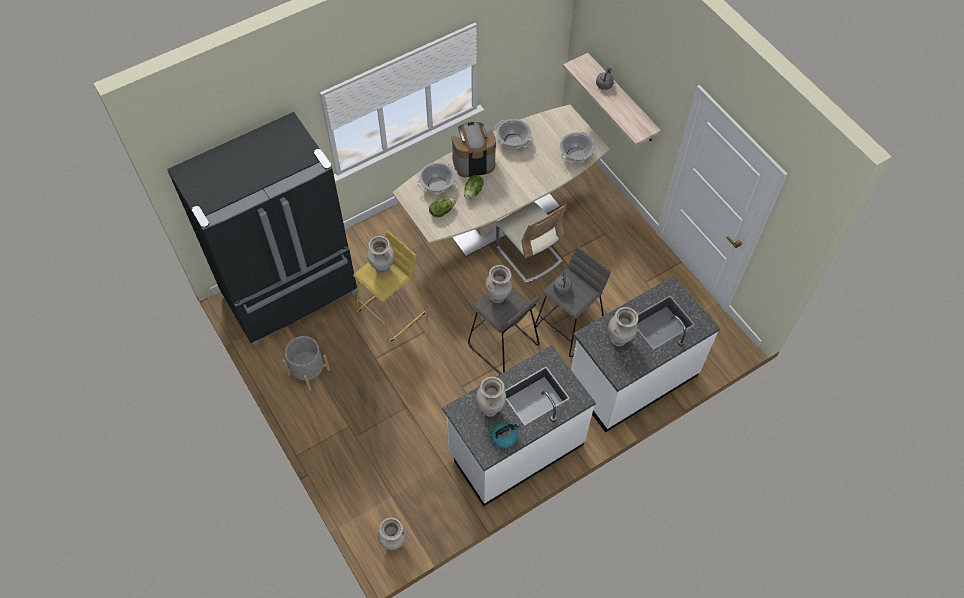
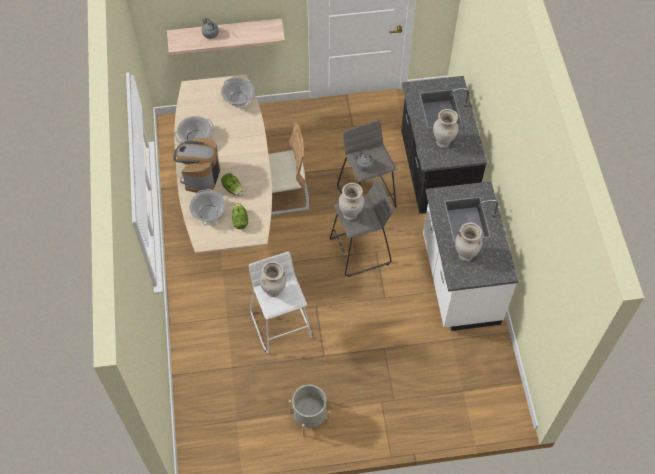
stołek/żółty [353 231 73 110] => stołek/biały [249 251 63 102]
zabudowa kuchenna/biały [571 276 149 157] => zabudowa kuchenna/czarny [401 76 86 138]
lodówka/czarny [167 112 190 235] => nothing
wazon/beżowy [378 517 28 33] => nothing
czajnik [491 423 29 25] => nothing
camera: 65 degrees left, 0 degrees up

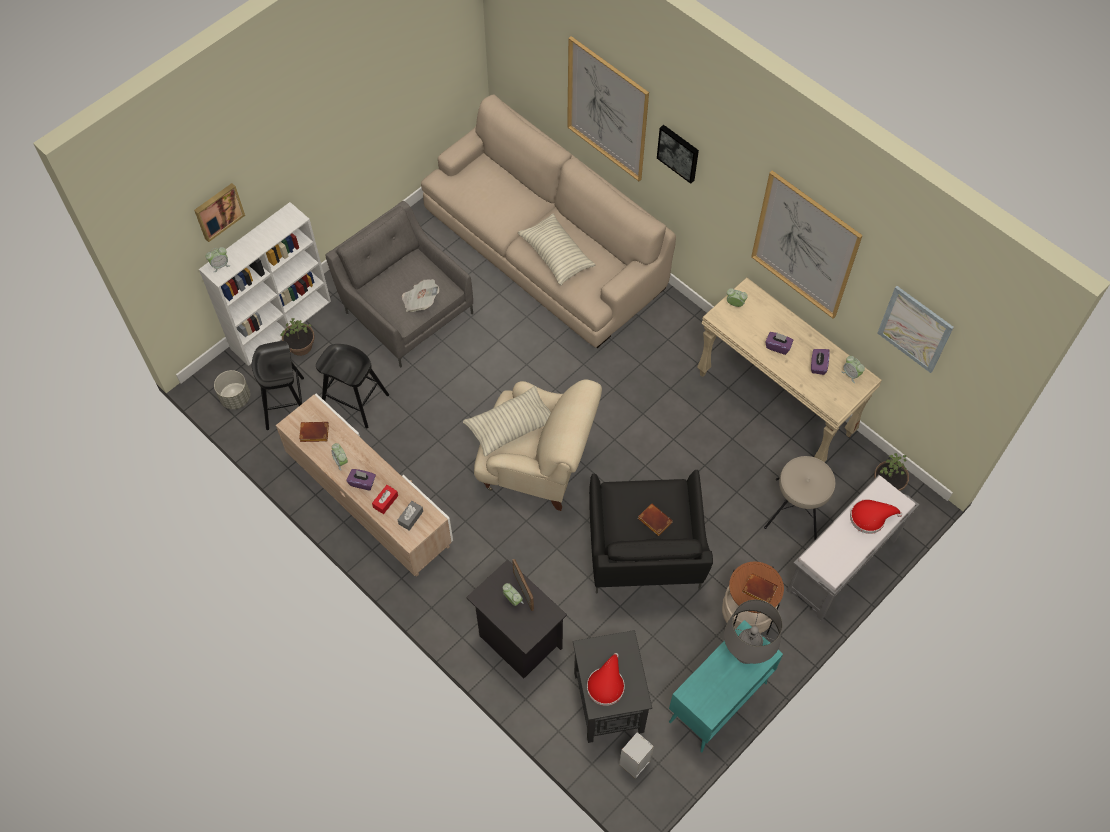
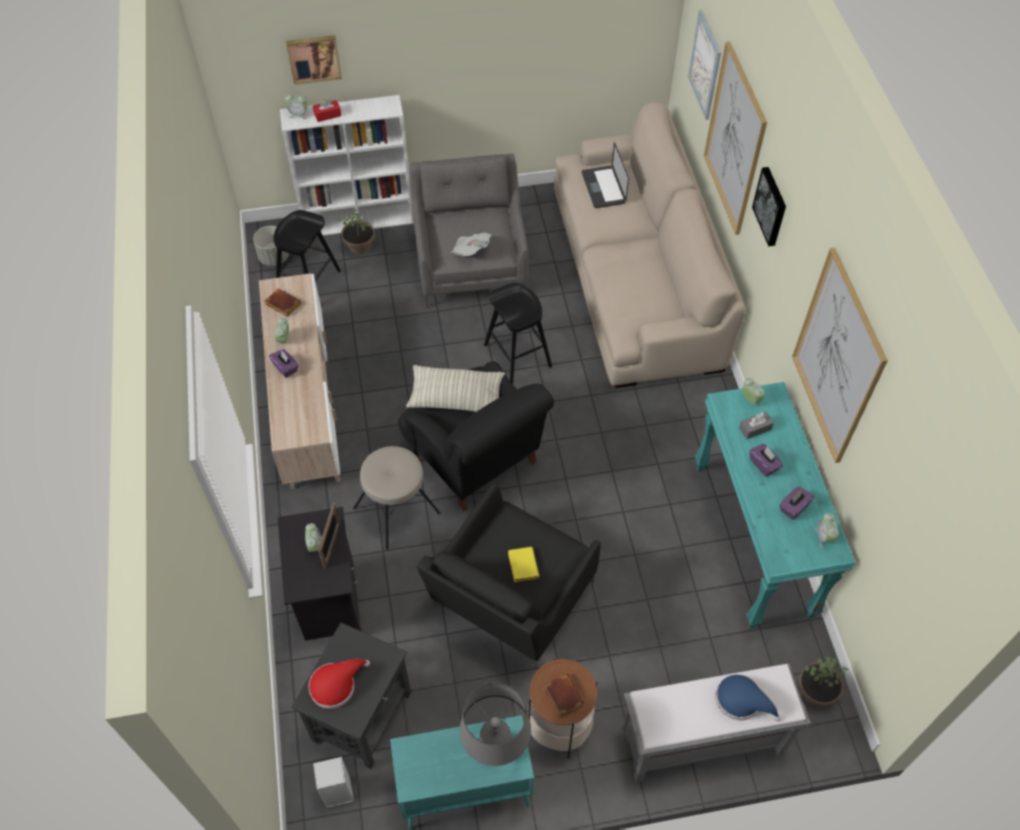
pudełko chusteczek/czerwony [372 485 26 29] => pudełko chusteczek/czerwony [313 99 28 23], moved
stołek/beżowy [764 456 71 85] => stołek/beżowy [353 446 88 104], moved
fotel/beżowy [474 379 128 132] => fotel/czarny [398 361 156 151]
stołek/czarny [316 344 73 84] => stołek/czarny [484 283 68 101], moved
książka/brązowy [638 504 35 32] => książka/żółty [508 547 31 35]
nothing => laptop [582 142 47 66]
obraz [877 286 77 87] => obraz [688 10 33 110], moved
stolik konsolowy/beżowy [697 277 185 185] => stolik konsolowy/turkusowy [695 382 161 247]
kapelusz/czerwony [850 499 52 35] => kapelusz/niebieski [715 674 66 47]
pudełko chusteczek/szary [398 501 25 30] => pudełko chusteczek/szary [739 412 35 27], moved
poduszka [518 213 78 73] => nothing
camera: 35 degrees right, 5 degrees down

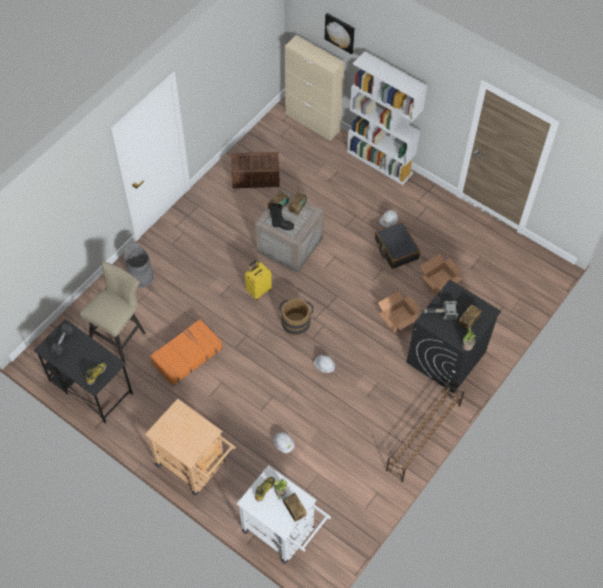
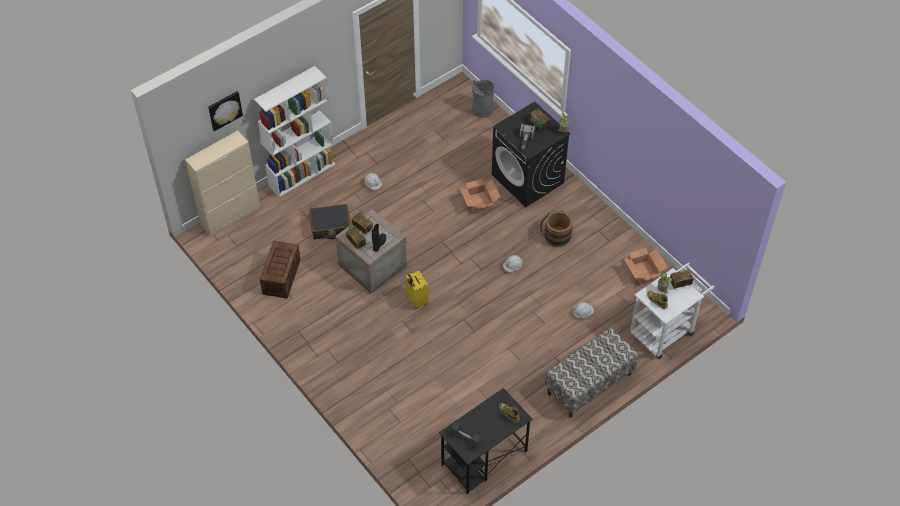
walizka/czarny [375 222 45 47] => walizka/czarny [309 204 42 35], moved
kosz na śmieci/szary [124 243 29 45] => kosz na śmieci/szary [472 79 22 39], moved
wiadro/brązowy [279 299 34 37] => wiadro/brązowy [540 211 33 36], moved
wózek/beżowy [145 398 91 97] => ławka [545 328 93 90]
karton [420 254 43 41] => karton [624 248 43 37], moved
stołek/beżowy [80 261 65 101] => nothing
walizka/pomarańczowy [150 319 73 67] => nothing
regał na buty/brązowy [386 381 79 101] => nothing
camera: 75 degrees left, 5 degrees down

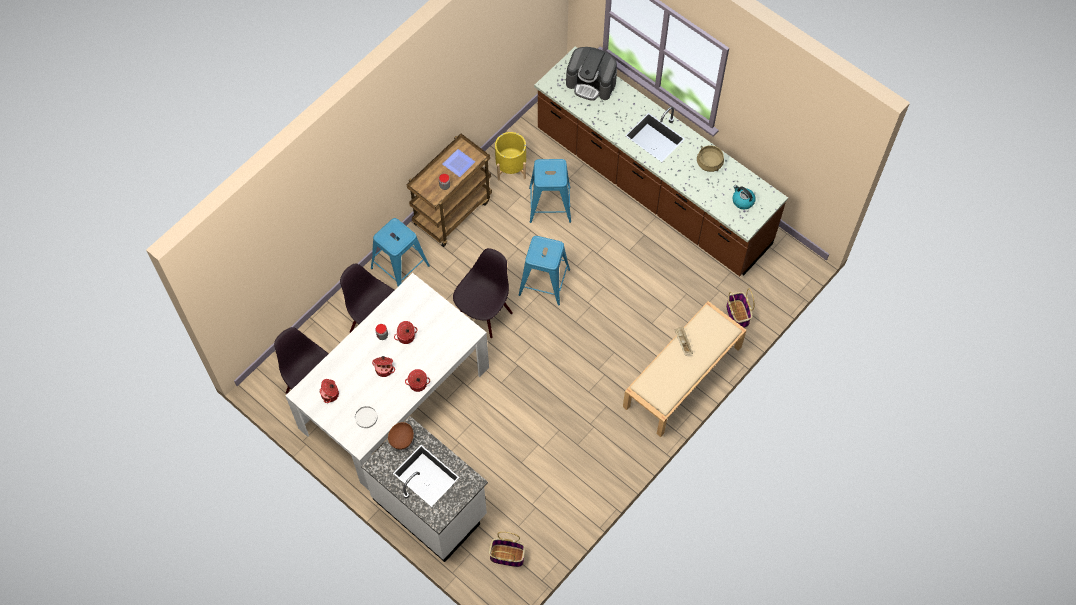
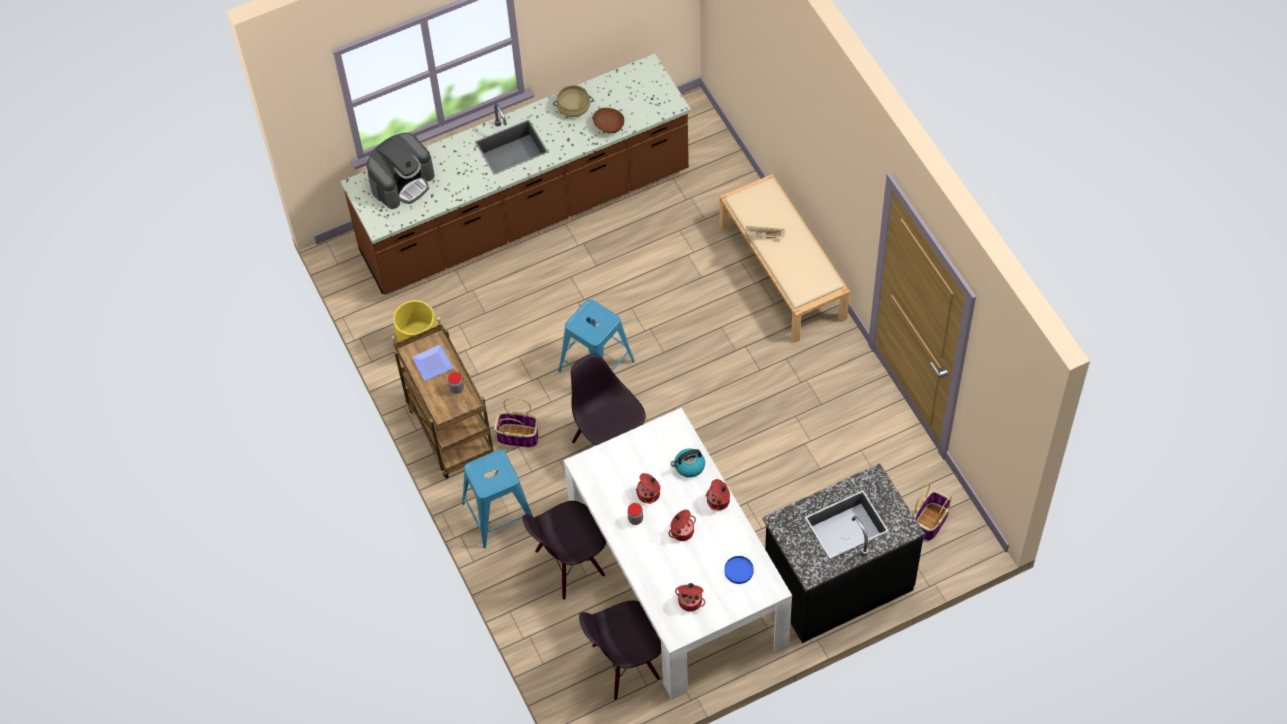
koszyk [726 288 28 40] => koszyk [494 397 45 50], moved
miska/brązowy [388 422 26 28] => miska/brązowy [593 108 31 25], moved
czajnik [732 185 24 24] => czajnik [671 449 34 29], moved
talerz/biały [355 406 22 22] => talerz/niebieski [725 556 29 28]
zabudowa kuchenna/biały [361 416 127 146] => zabudowa kuchenna/czarny [762 463 163 180]
stołek/niebieski [529 159 42 64] => nothing
camera: 65 degrees left, 5 degrees down

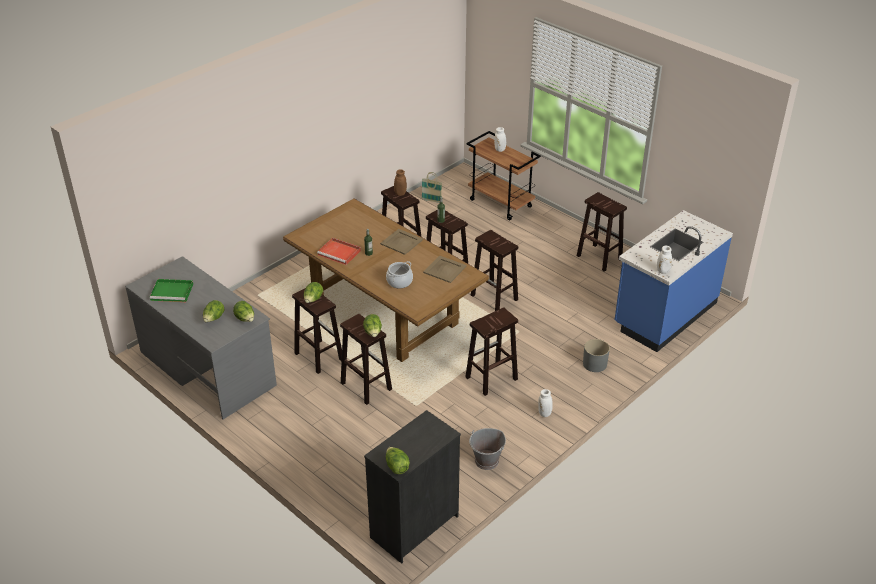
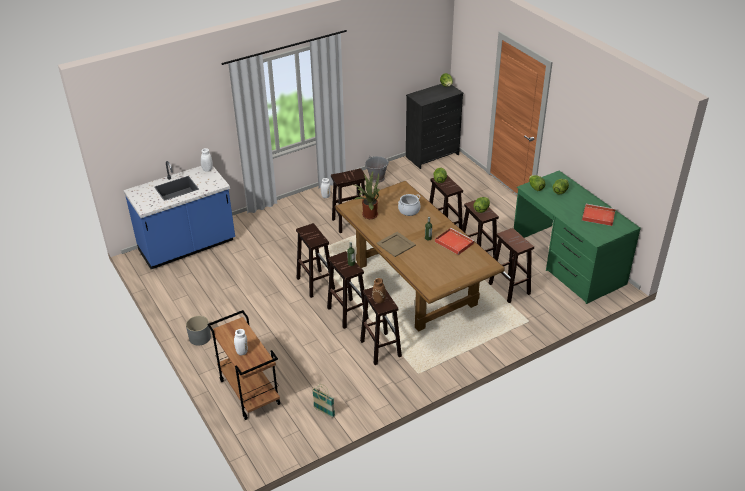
donica/szary [583 339 27 33] => donica/szary [186 316 25 29], moved
taca/beżowy [423 256 44 27] => roślina doniczkowa [354 171 25 48]
stołek/brązowy [577 192 50 80] => stołek/brązowy [488 228 46 75], moved
biurko/szary [125 256 152 163] => biurko/zielony [514 171 127 133]
taca/zielony [150 279 43 23] => taca/czerwony [582 204 34 22]
camera: 165 degrees left, 0 degrees up

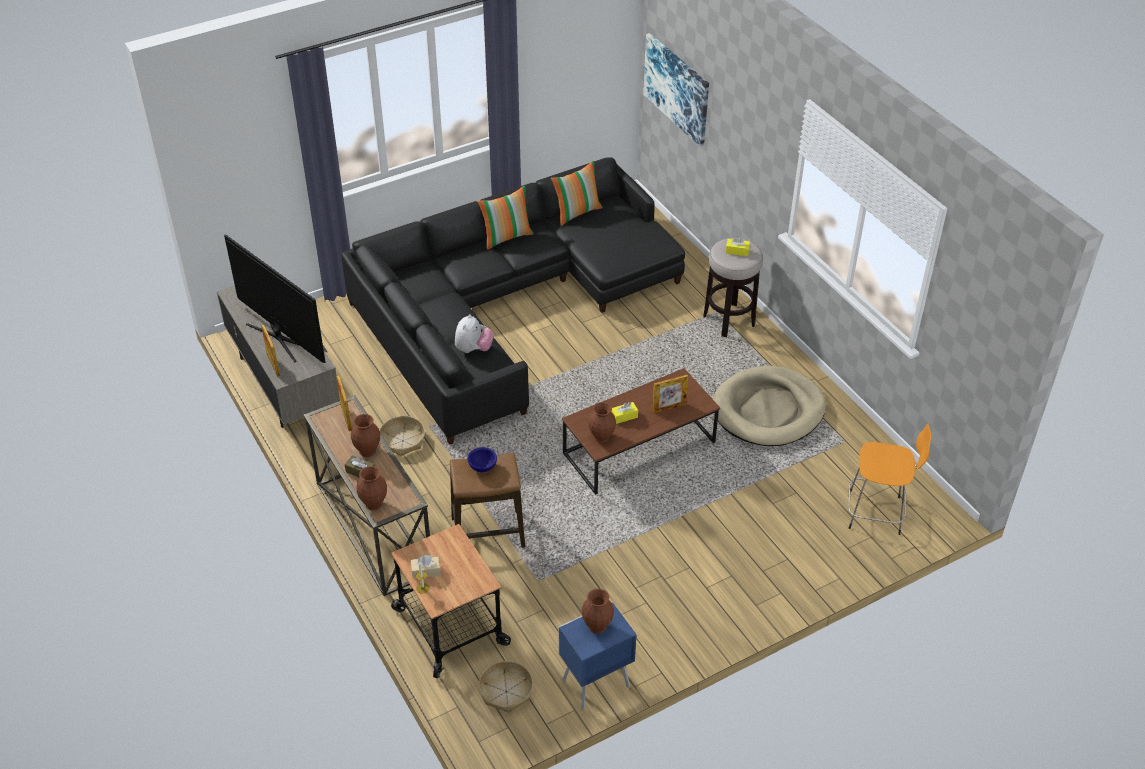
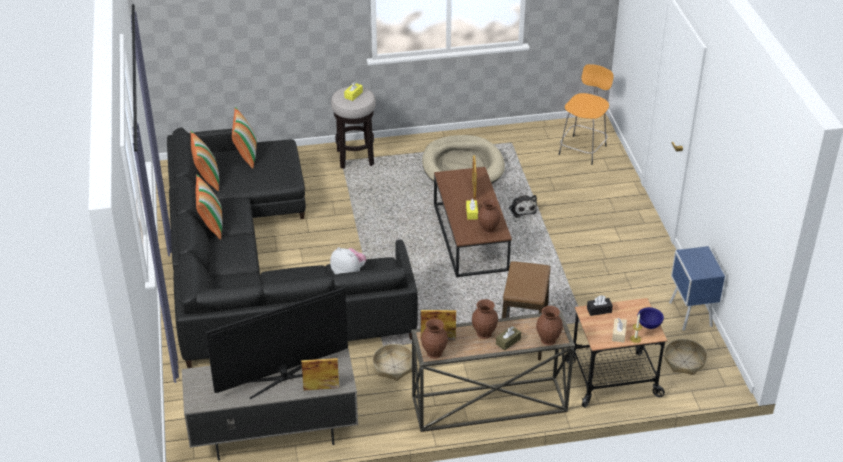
nothing => poduszka [232 107 25 62]
wazon/brązowy [582 588 32 46] => wazon/brązowy [421 319 27 40], moved
nothing => pluszak [509 195 28 23]
nothing => pudełko chusteczek/czarny [587 295 26 21]
miska/niebieski [467 447 30 25] => miska/niebieski [638 307 26 22], moved
obraz [643 33 66 114] => nothing
camera: 70 degrees left, 5 degrees down

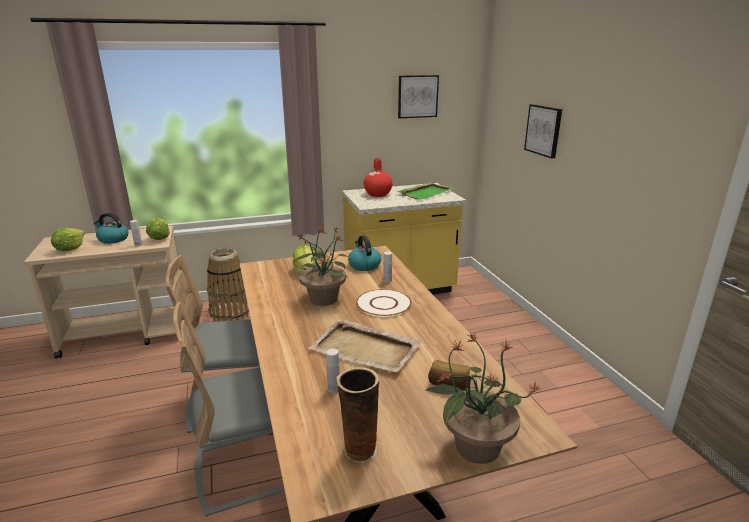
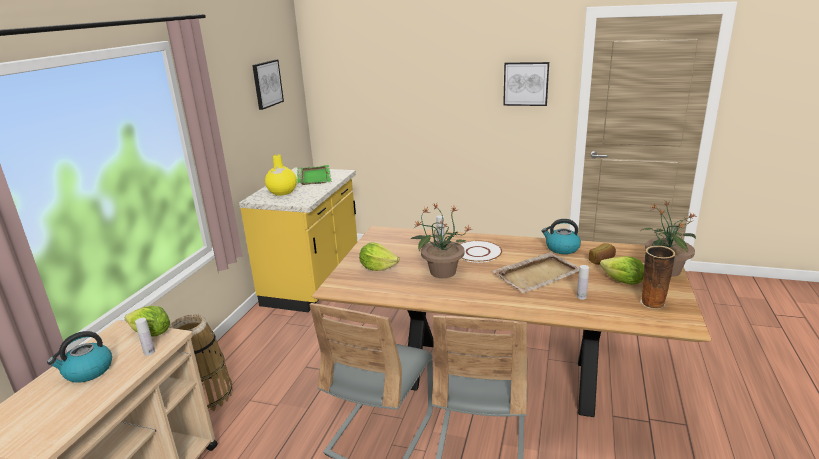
wazon/czerwony [364 159 28 38] => wazon/żółty [265 154 32 42]
obraz [524 104 38 55] => obraz [503 62 46 44], moved
czajnik [348 235 33 36] => czajnik [541 219 40 35], moved
sałata [51 228 34 23] => sałata [600 256 44 29], moved
camera: 55 degrees left, 0 degrees up

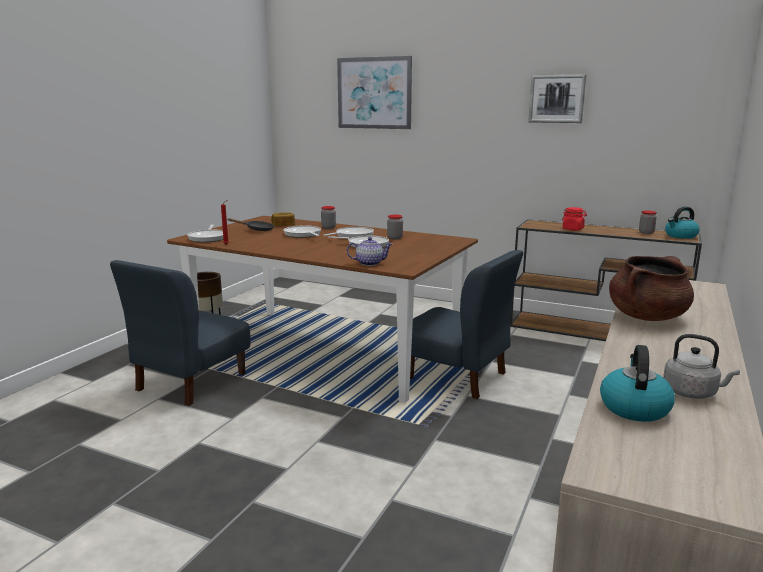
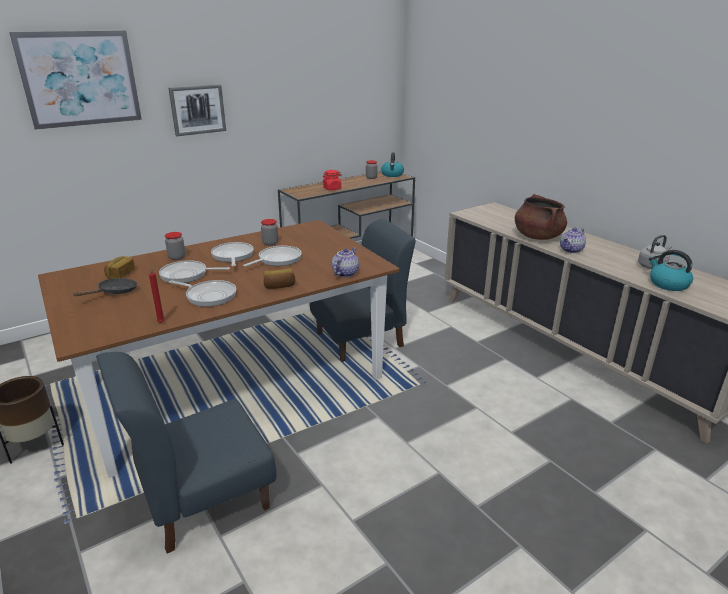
krzesło/niebieski [110 260 141 146] => krzesło/niebieski [96 352 181 202], 90 degrees clockwise
obraz [528 74 58 49] => obraz [169 84 57 52], moved
patelnia [187 224 36 18] => patelnia [169 280 67 27], moved
nothing => chleb [263 268 33 21]
nothing => imbryk [560 227 26 26]
camera: 60 degrees left, 10 degrees up

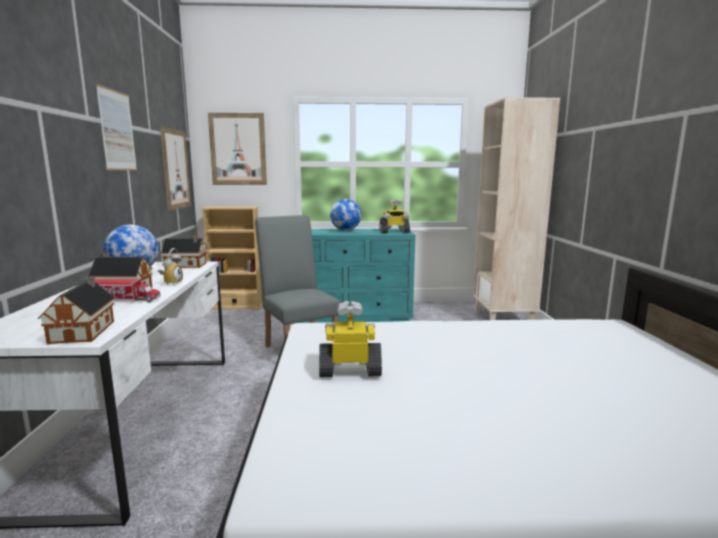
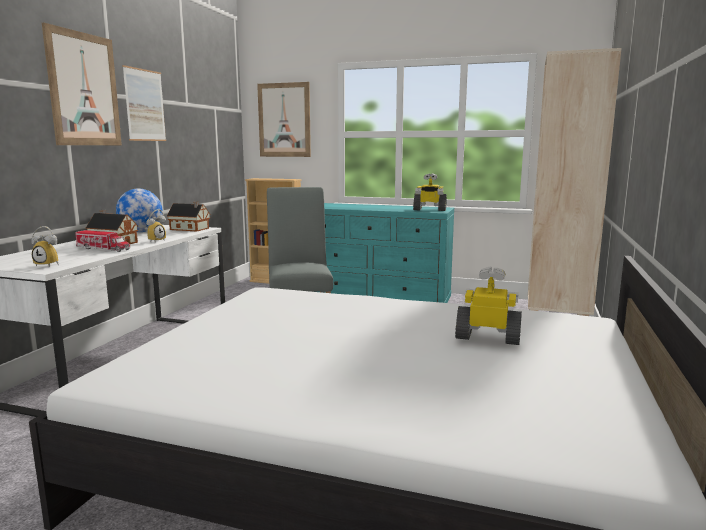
domek [38 276 77 68] => budzik [31 226 28 41]
obraz [160 126 31 85] => obraz [42 23 80 122], moved
robot zabawkowy [319 301 63 76] => robot zabawkowy [455 266 67 79], moved
globus [330 199 31 32] => nothing
camera: 20 degrees right, 0 degrees up

